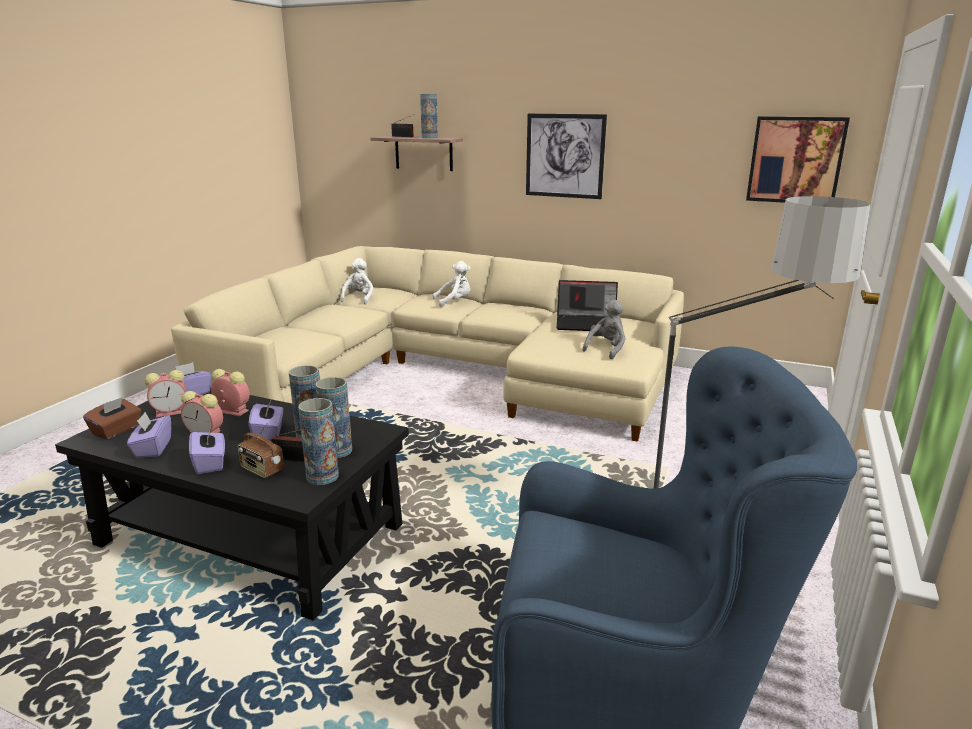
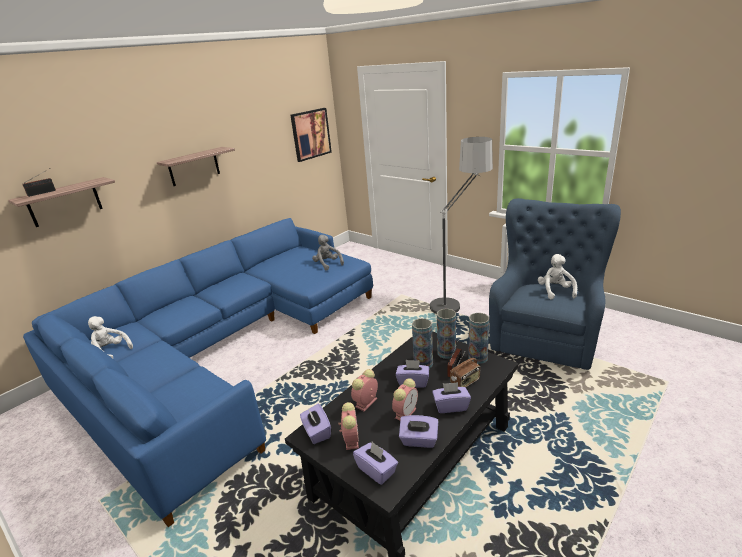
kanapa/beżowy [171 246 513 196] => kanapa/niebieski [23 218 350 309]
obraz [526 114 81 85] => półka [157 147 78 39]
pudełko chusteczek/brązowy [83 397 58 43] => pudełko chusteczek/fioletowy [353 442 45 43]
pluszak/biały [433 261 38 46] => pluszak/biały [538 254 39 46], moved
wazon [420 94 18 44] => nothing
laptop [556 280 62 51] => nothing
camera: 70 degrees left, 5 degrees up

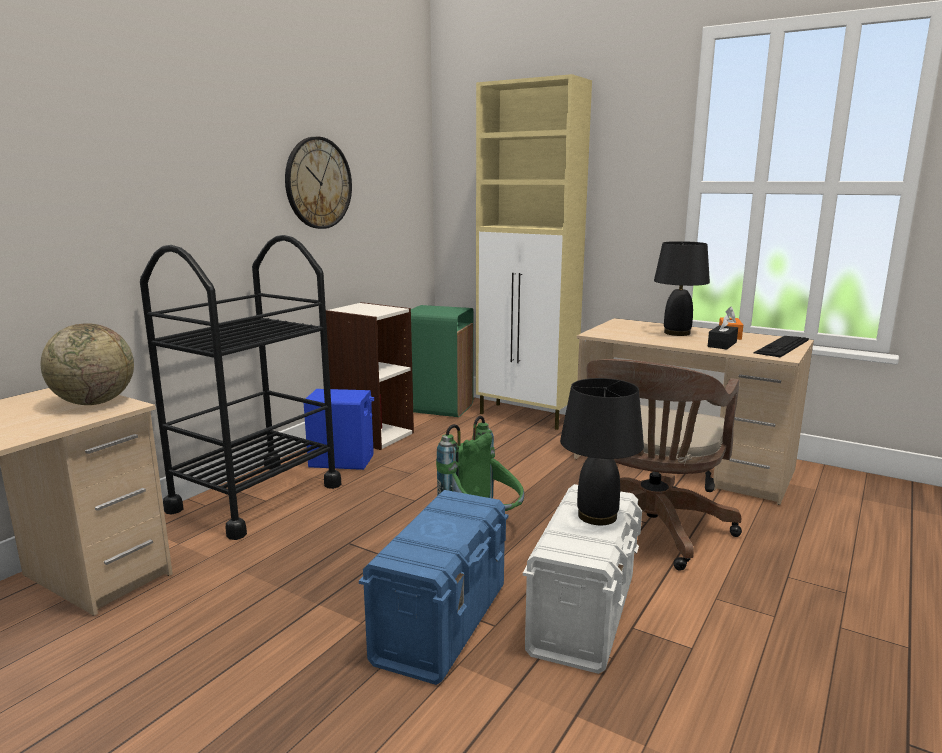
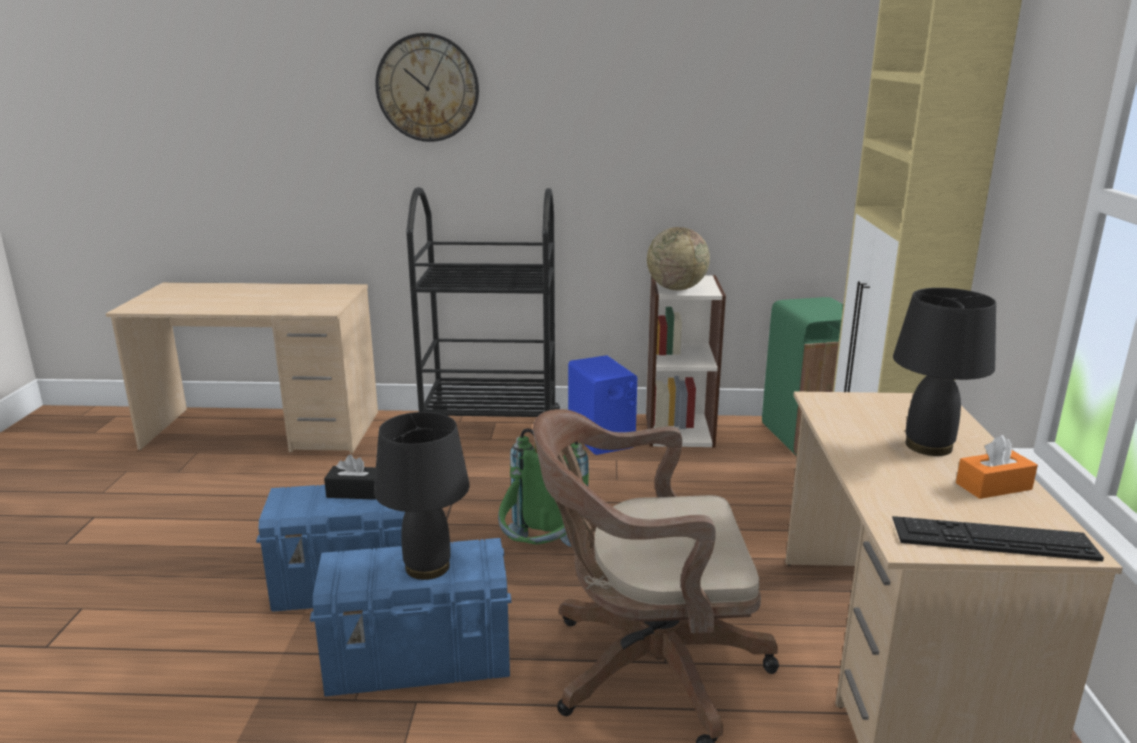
pojemnik do przechowywania/biały [523 484 119 190] => pojemnik do przechowywania/niebieski [310 538 201 158]
pudełko chusteczek/czarny [707 314 31 35] => pudełko chusteczek/czarny [324 454 52 46], moved
zegar ścienny [285 137 67 92] => zegar ścienny [375 33 104 109], moved
globus [41 323 93 82] => globus [647 227 63 63], moved
camera: 60 degrees right, 5 degrees up

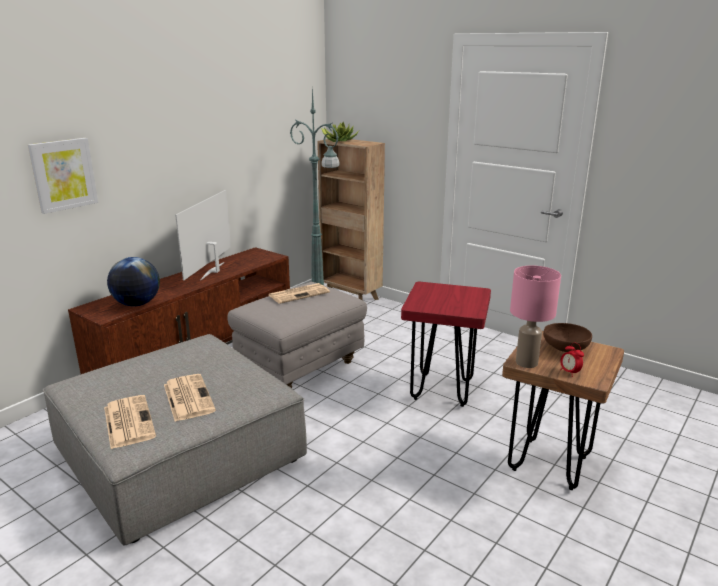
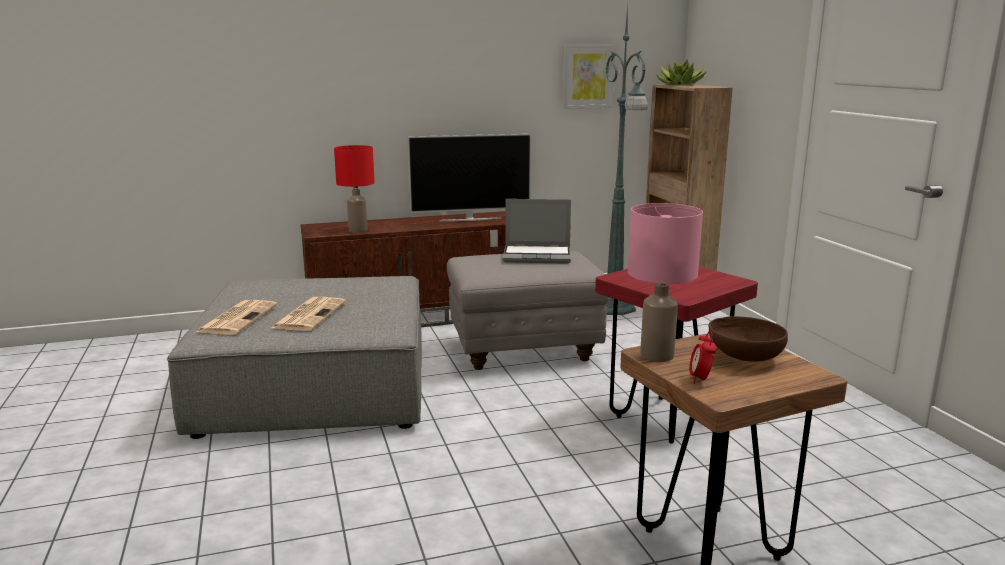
globus [107 257 53 50] => lampa stołowa/czerwony [334 145 41 88]
telewizor [175 190 56 90] => telewizor [407 134 124 87], 150 degrees counterclockwise
gazeta [269 283 61 21] => laptop [502 199 69 65]
obraz [28 138 70 76] => obraz [562 44 54 65], moved
camera: 35 degrees right, 5 degrees down

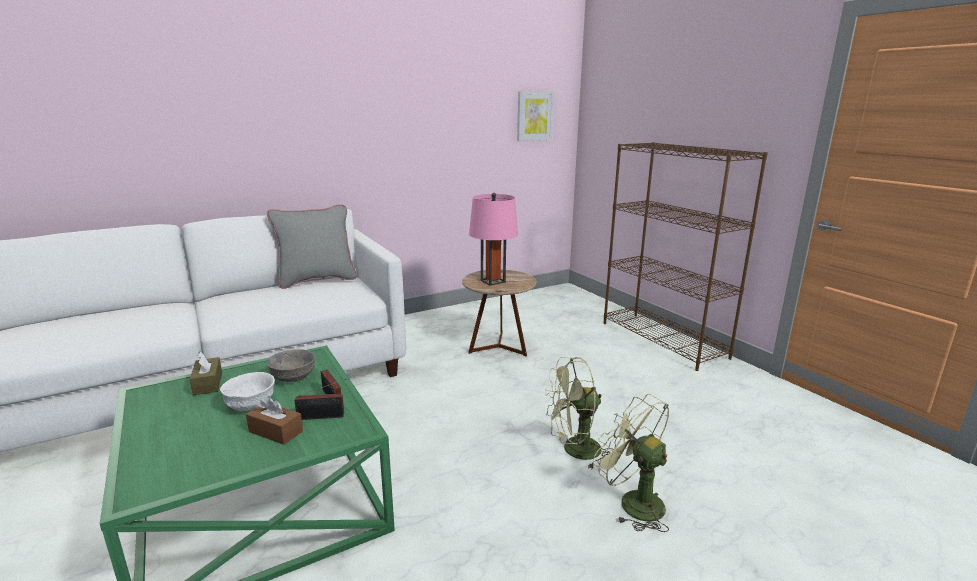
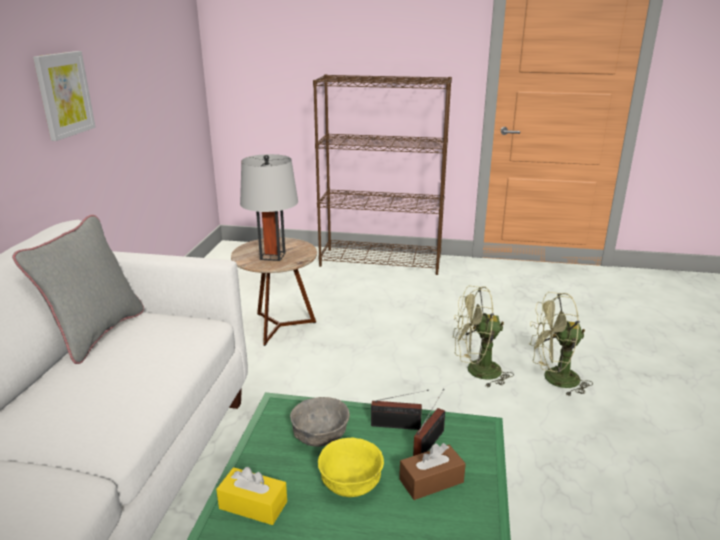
obraz [517 91 37 50] => obraz [33 51 63 90], moved
pudełko chusteczek/brązowy [190 352 32 43] => pudełko chusteczek/żółty [216 467 71 58]
lampa stołowa/różowy [469 193 49 93] => lampa stołowa/szary [240 154 58 107]
miska/biały [220 372 55 39] => miska/żółty [318 438 66 59]
wentylator/zielony [545 357 67 112] => wentylator/zielony [452 285 62 102], 60 degrees clockwise
camera: 50 degrees left, 5 degrees up

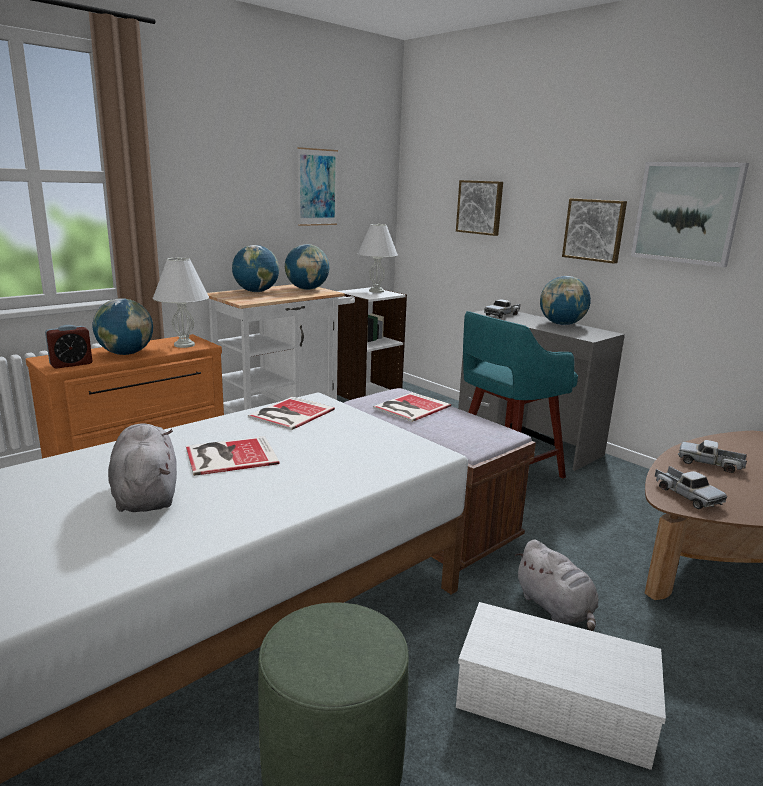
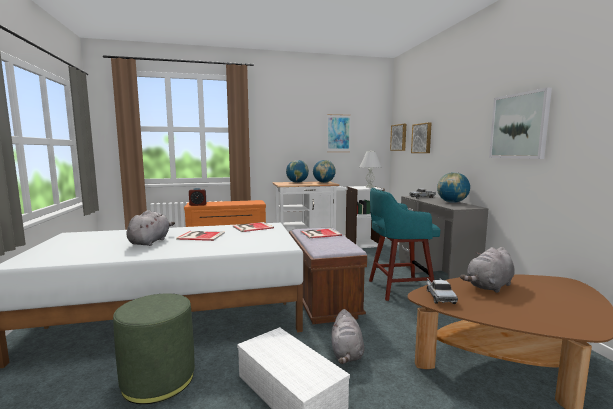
obraz [562 198 65 66] => obraz [390 124 16 27], moved
ciężarówka zabawkowa [678 440 69 33] => pluszak/szary [460 247 55 46]
globus [93 298 60 57] => nothing
lampa stołowa/biały [153 257 56 91] => nothing
camera: 30 degrees right, 10 degrees down

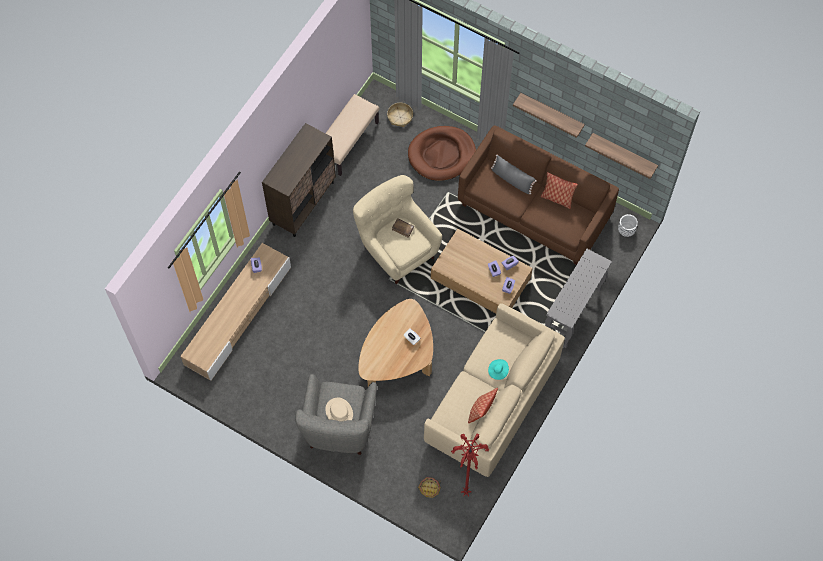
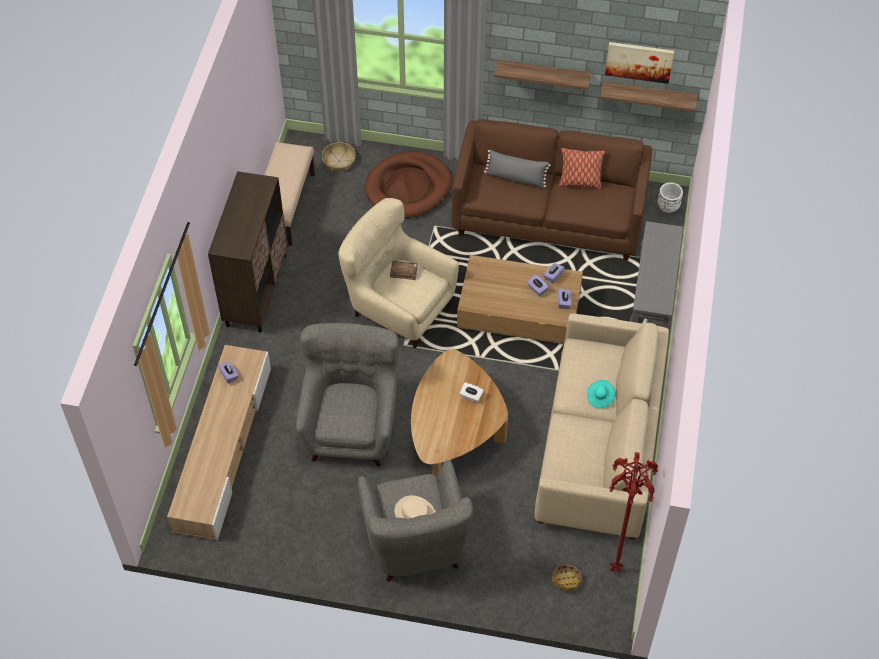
nothing => fotel/szary [296 323 103 144]
nothing => obraz [605 42 69 42]
poduszka [468 388 30 35] => nothing
camera: 20 degrees left, 10 degrees down

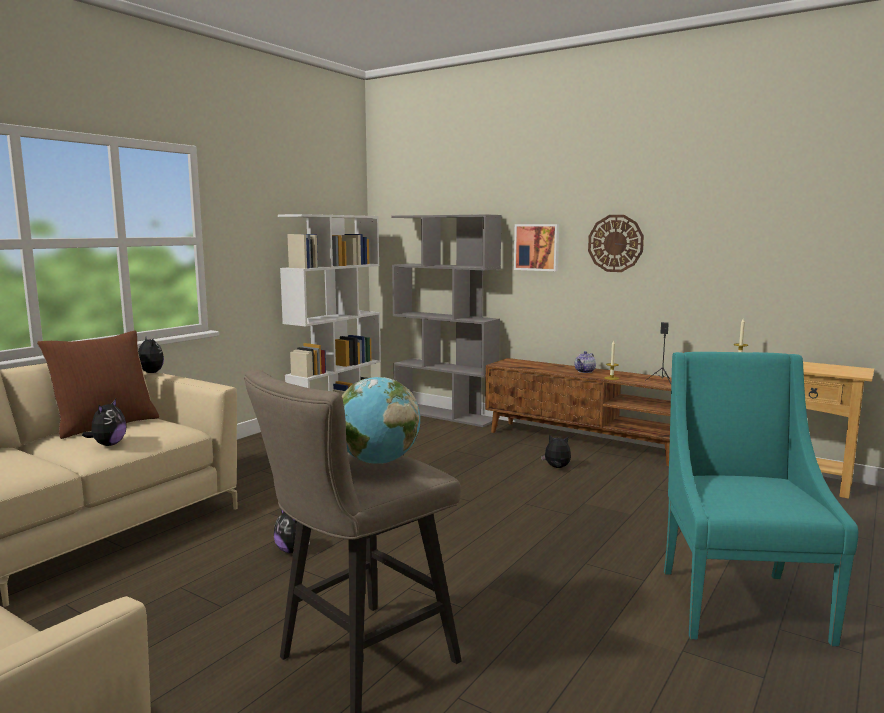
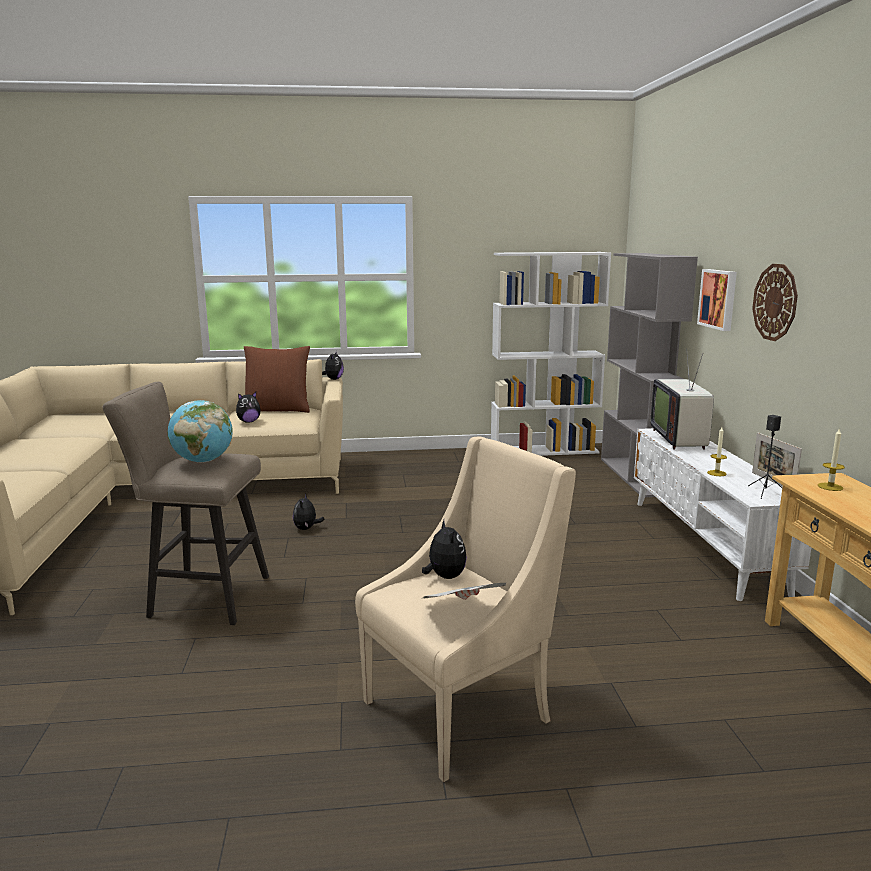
fotel/turkusowy [664 352 194 294] => fotel/beżowy [355 437 221 345]
pluszak [541 434 30 34] => pluszak [422 520 45 59], moved
nothing => gazeta [423 583 83 17]
szafka pod telewizor/brązowy [485 358 187 108] => szafka pod telewizor/biały [634 428 178 173]
nothing => telewizor [650 349 64 101]
nothing => ramka na zdjęcie [752 432 50 54]
imbryk [575 351 21 22] => nothing
camera: 50 degrees right, 5 degrees up

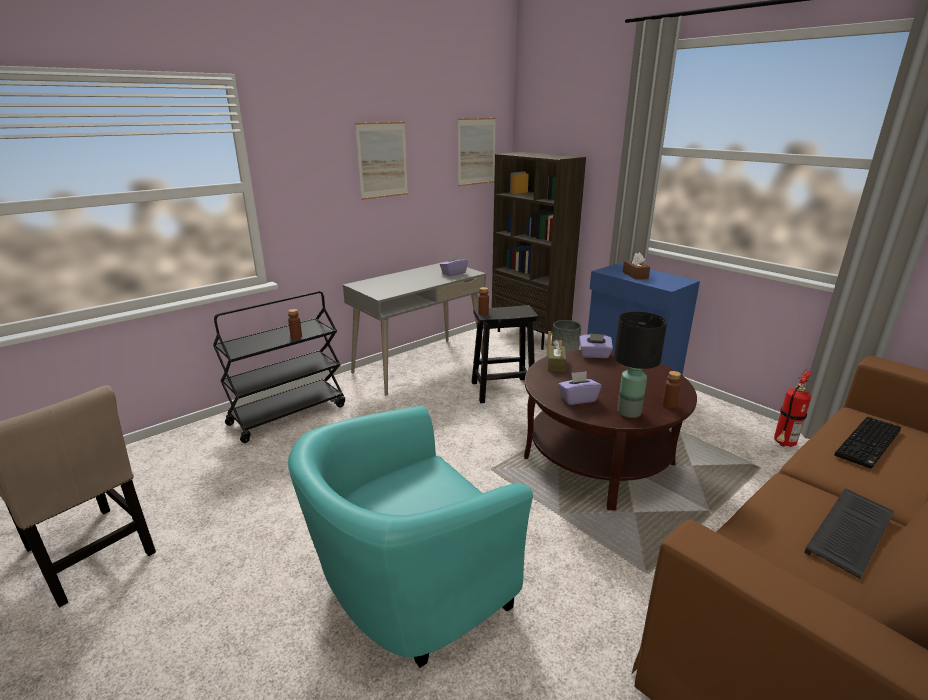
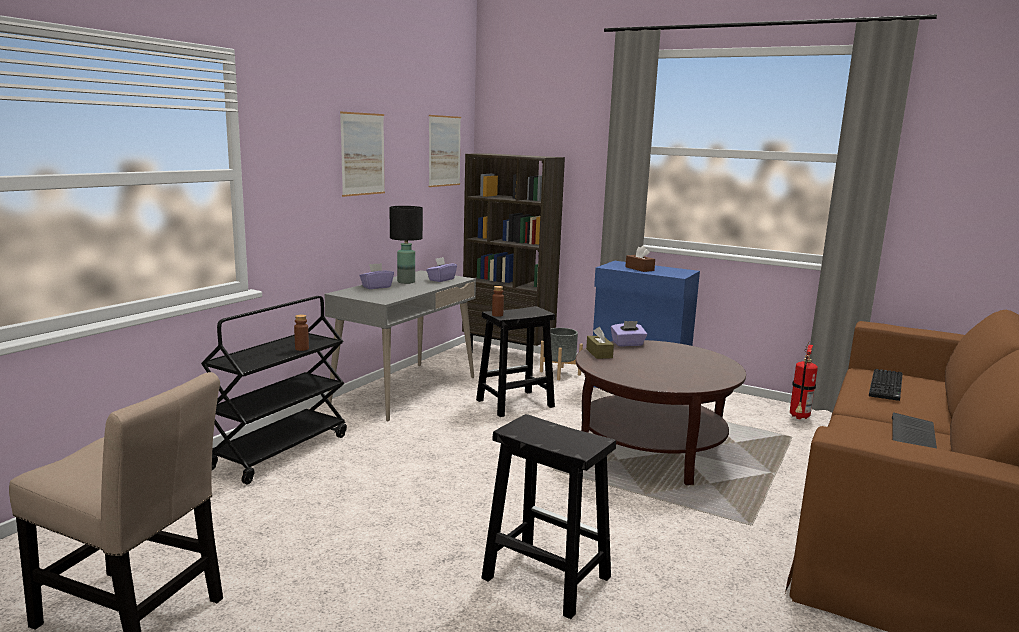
pudełko chusteczek/fioletowy [558 371 44 34] => pudełko chusteczek/fioletowy [360 263 34 26], moved
lampa stołowa/czarny [614 312 53 106] => lampa stołowa/czarny [390 206 33 78], moved
fotel/turkusowy [288 406 245 262] => stołek/czarny [481 414 135 205]
butelka/brązowy [662 371 19 37] => nothing
camera: 20 degrees left, 10 degrees down

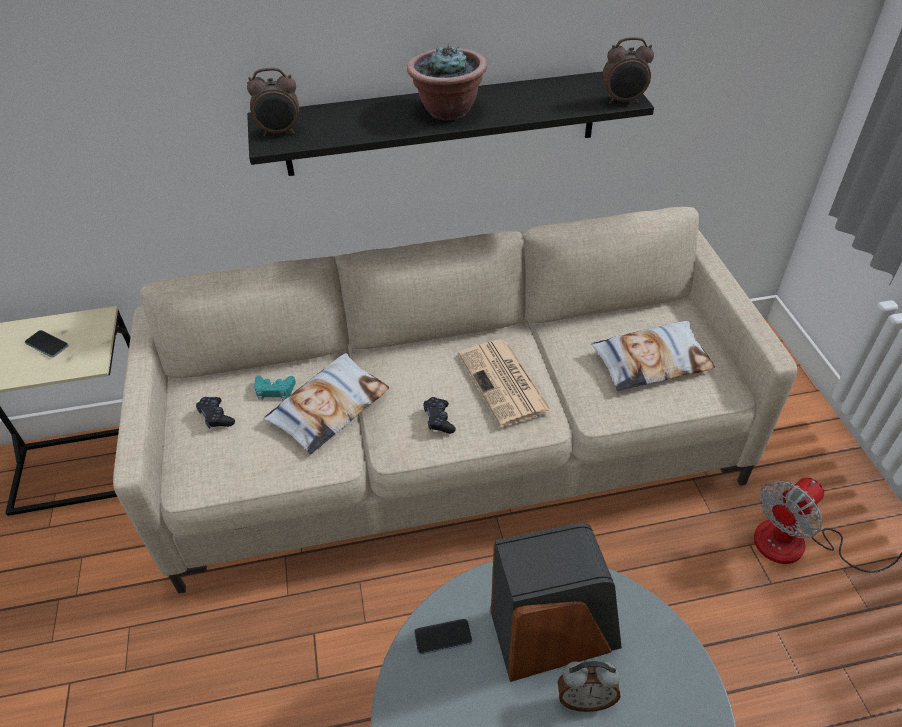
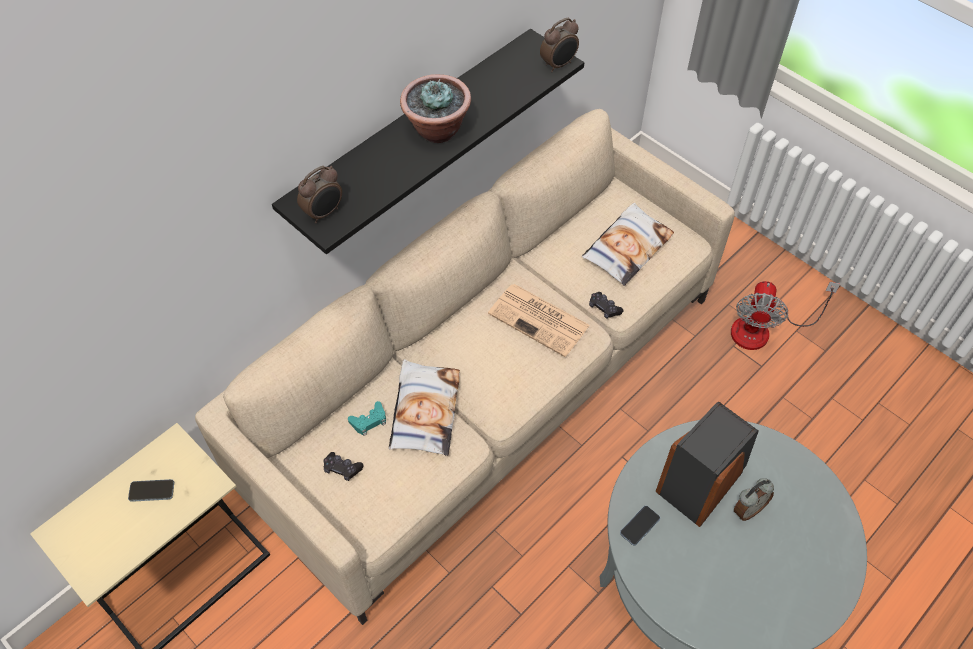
pad do gier/czarny [423 397 33 37] => pad do gier/czarny [589 292 34 27], moved
camera: 35 degrees left, 10 degrees up

